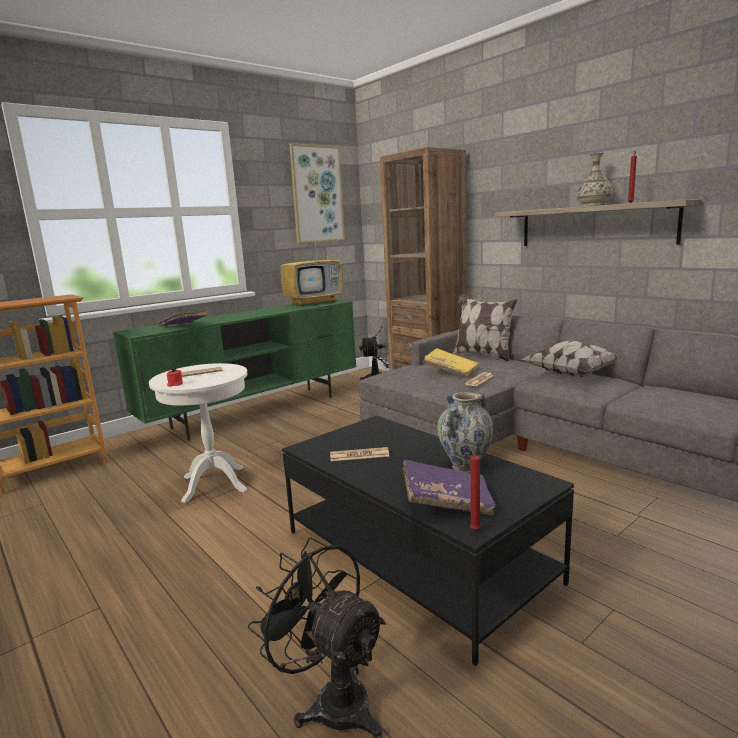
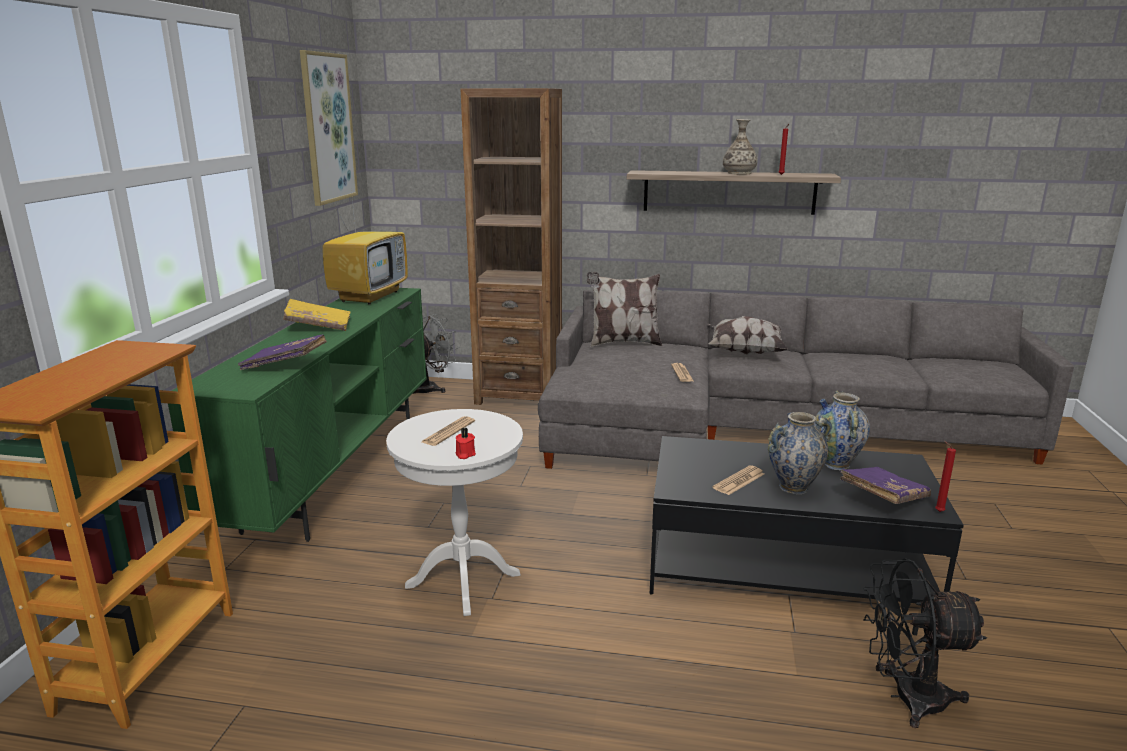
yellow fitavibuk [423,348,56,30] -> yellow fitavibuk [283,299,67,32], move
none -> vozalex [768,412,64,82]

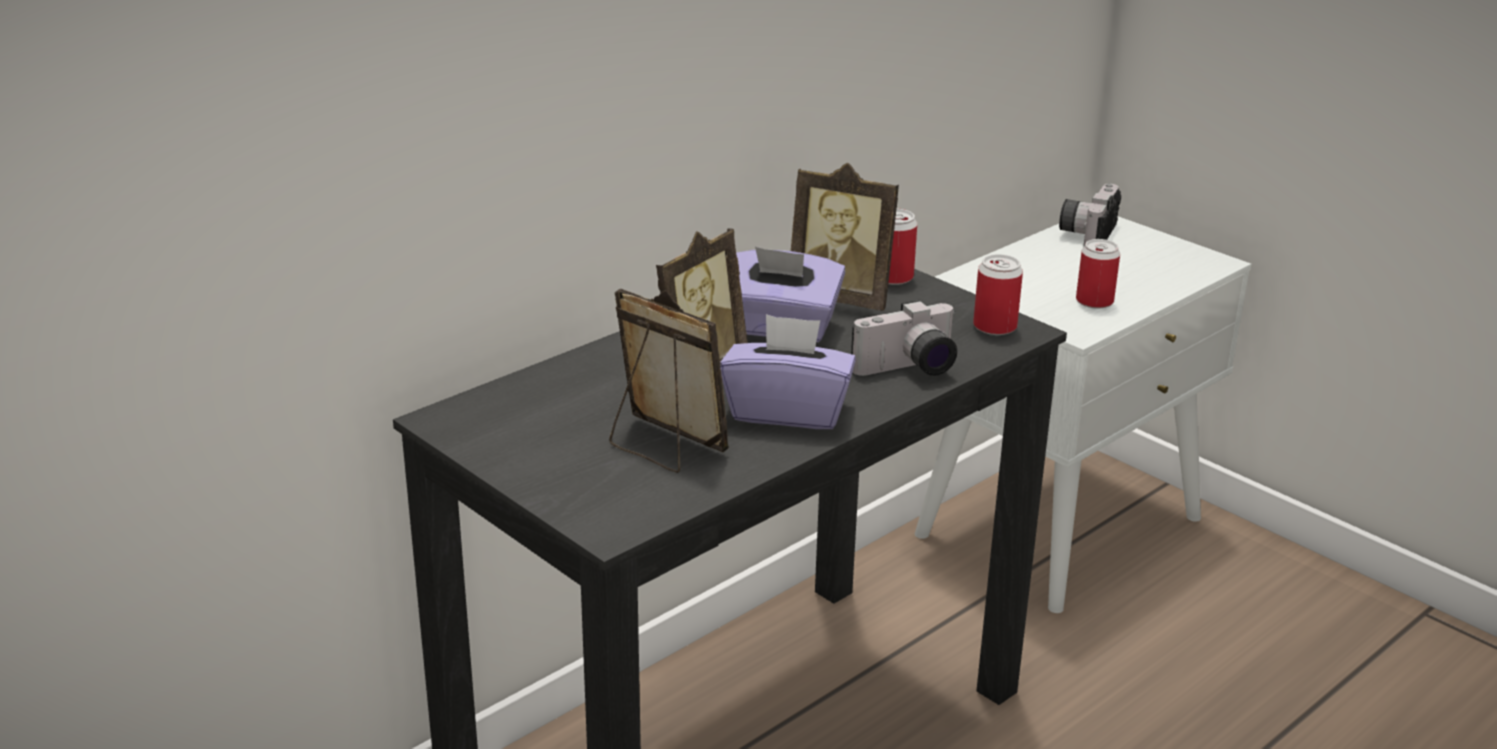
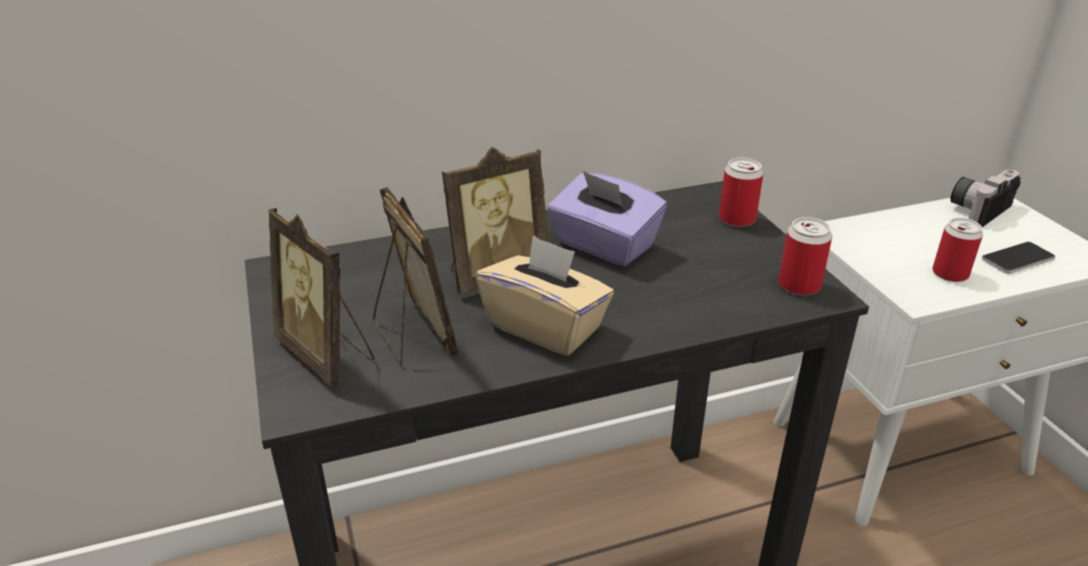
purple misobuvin [720,314,136,115] -> beige misobuvin [476,235,138,121]
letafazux [791,163,108,148] -> letafazux [268,208,106,179], move
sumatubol [851,300,106,76] -> none
none -> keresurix [982,242,73,32]

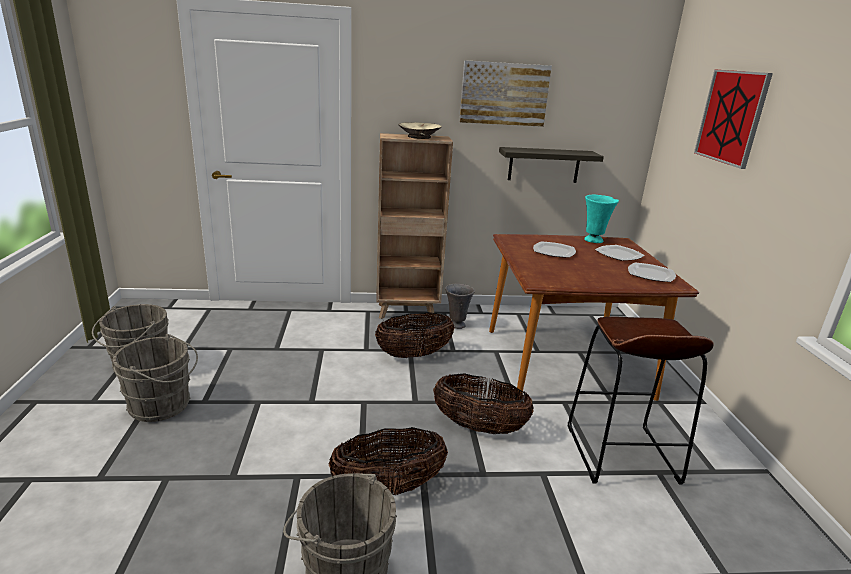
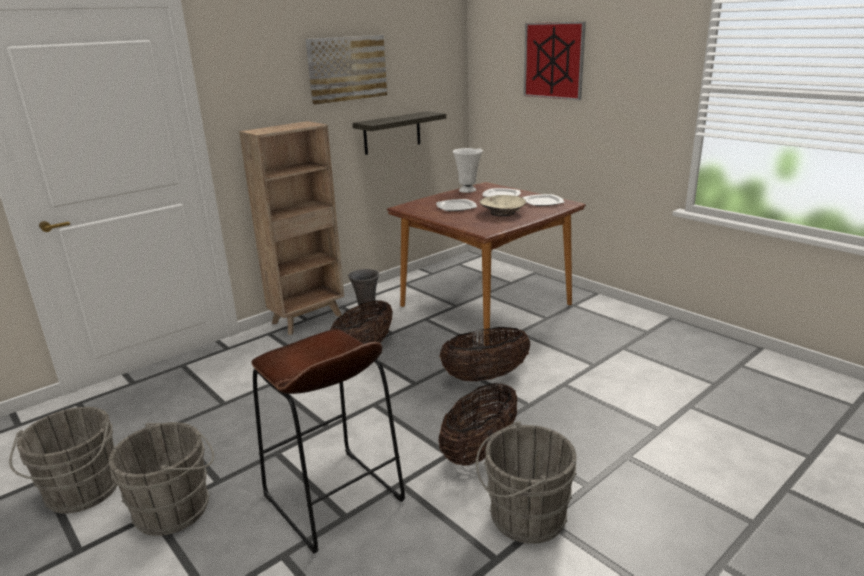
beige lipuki [398,122,44,17] -> beige lipuki [480,195,46,22], move
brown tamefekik [568,316,146,169] -> brown tamefekik [252,329,153,224], move
turquoise vozalex [584,195,35,48] -> white vozalex [453,148,30,45]

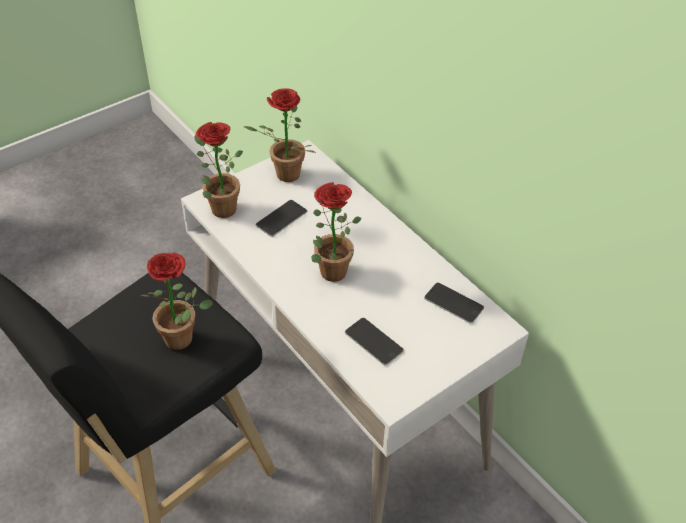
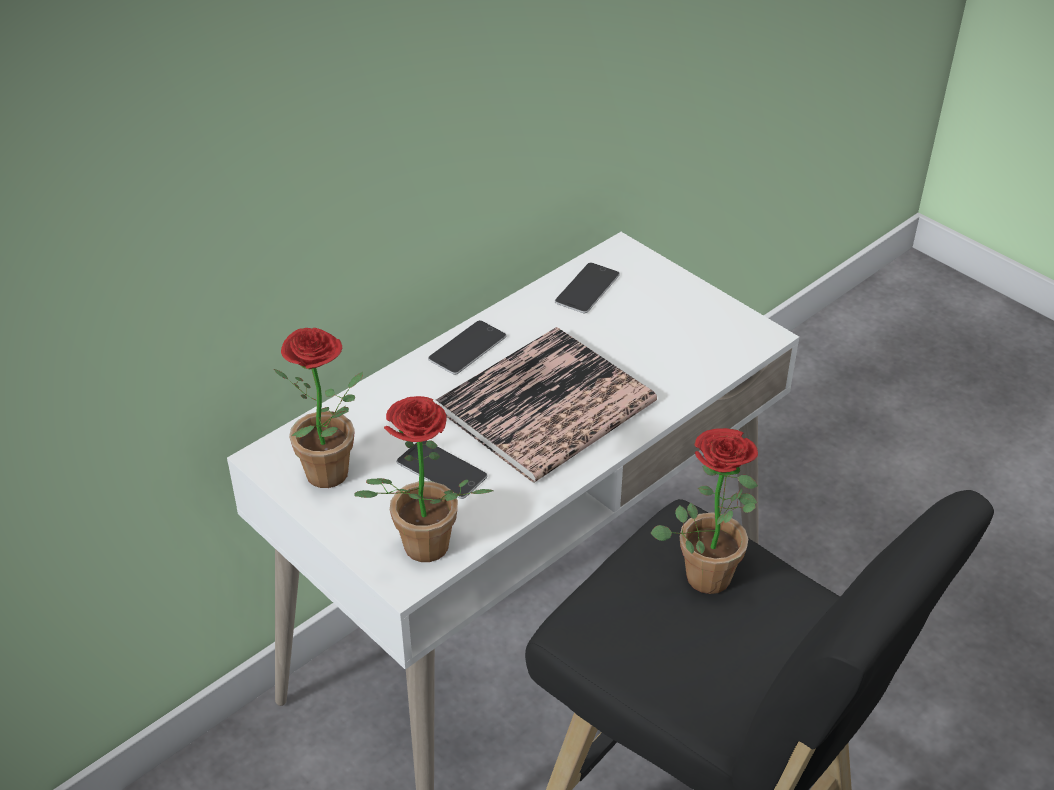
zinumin [311,182,51,100] -> fitavibuk [436,327,221,156]
keresurix [345,318,59,48] -> keresurix [428,320,79,55], move

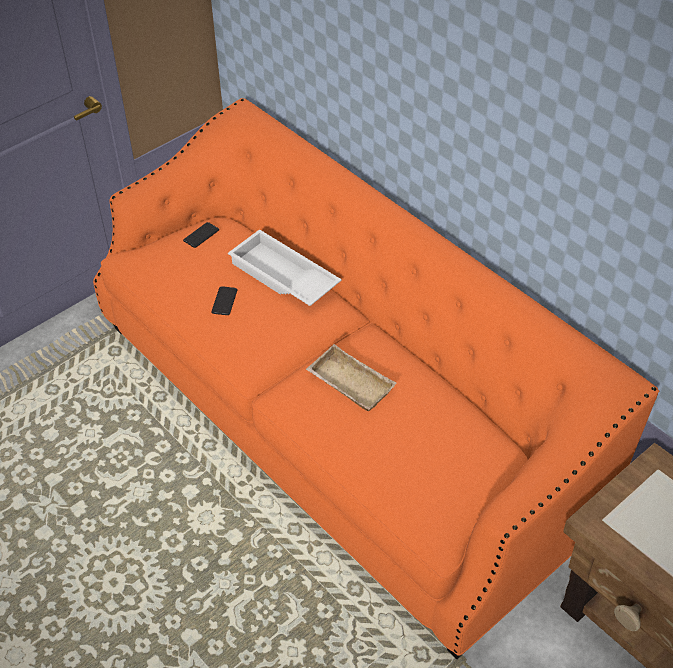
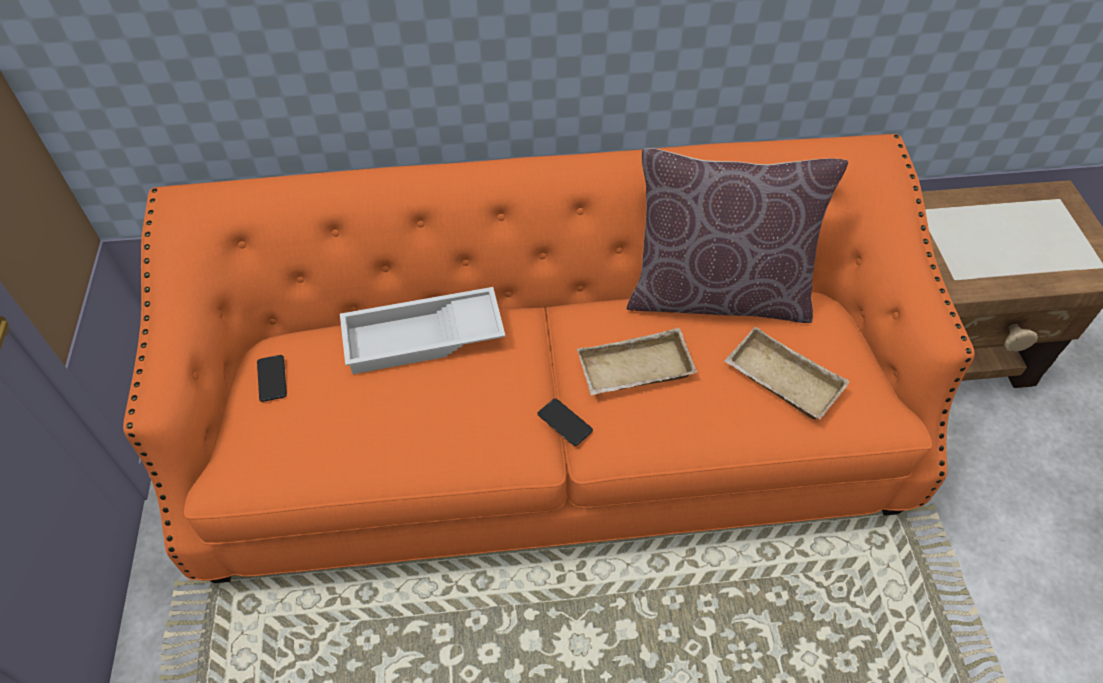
keresurix [211,286,27,29] -> keresurix [537,398,56,48], move
none -> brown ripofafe [627,148,221,175]
none -> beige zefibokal [724,326,126,94]

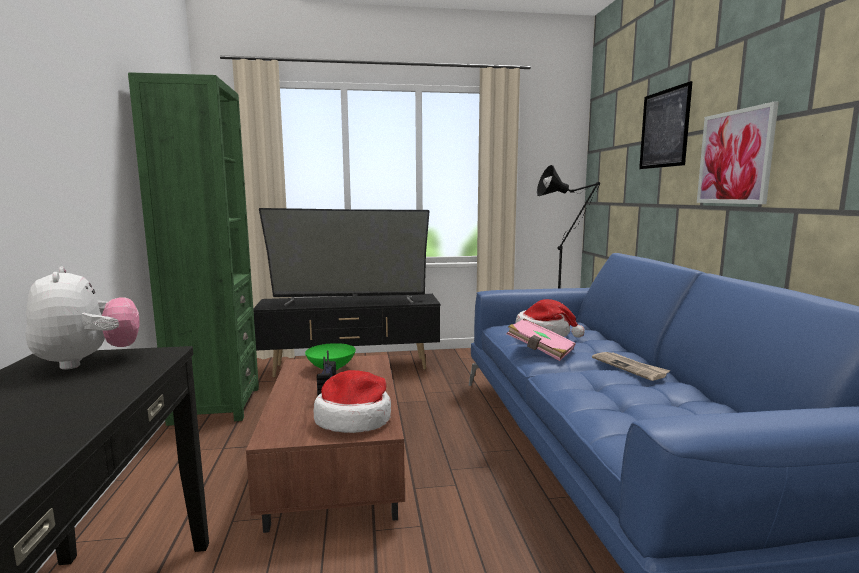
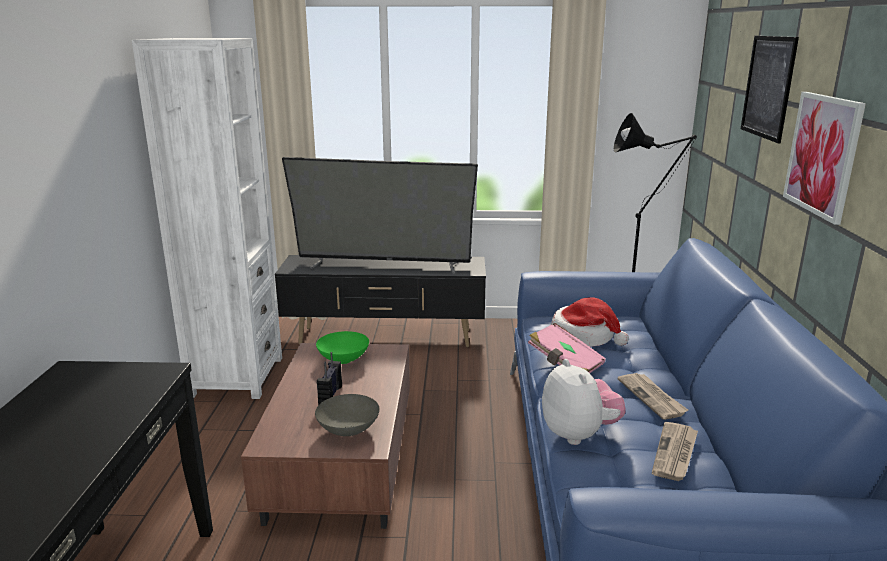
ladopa [26,267,114,103] -> ladopa [542,359,84,86], move
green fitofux [128,72,131,354] -> white fitofux [132,38,150,361]
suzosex [314,370,77,63] -> grey lipuki [315,394,65,42]
none -> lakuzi [652,422,46,59]

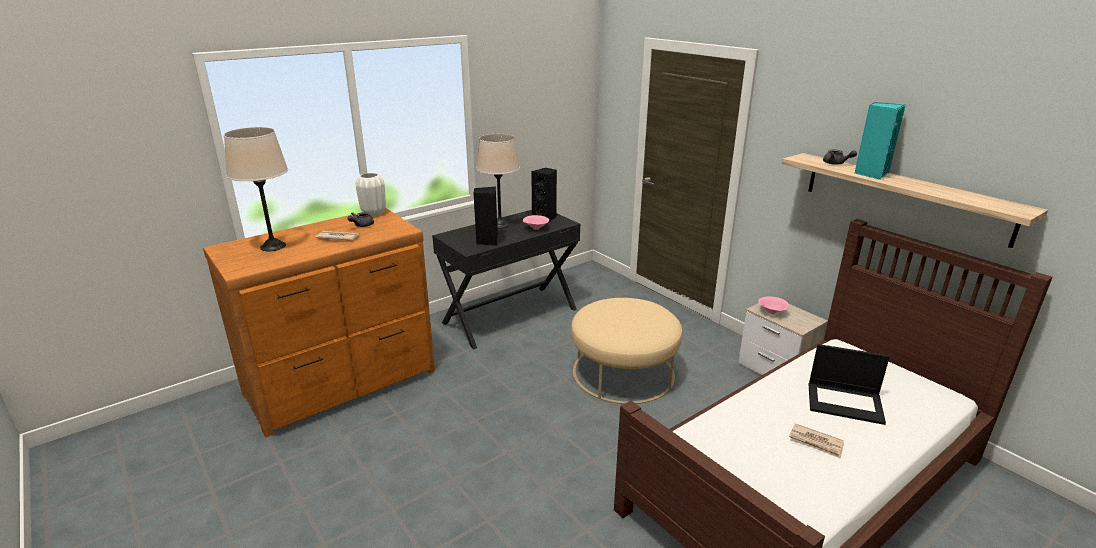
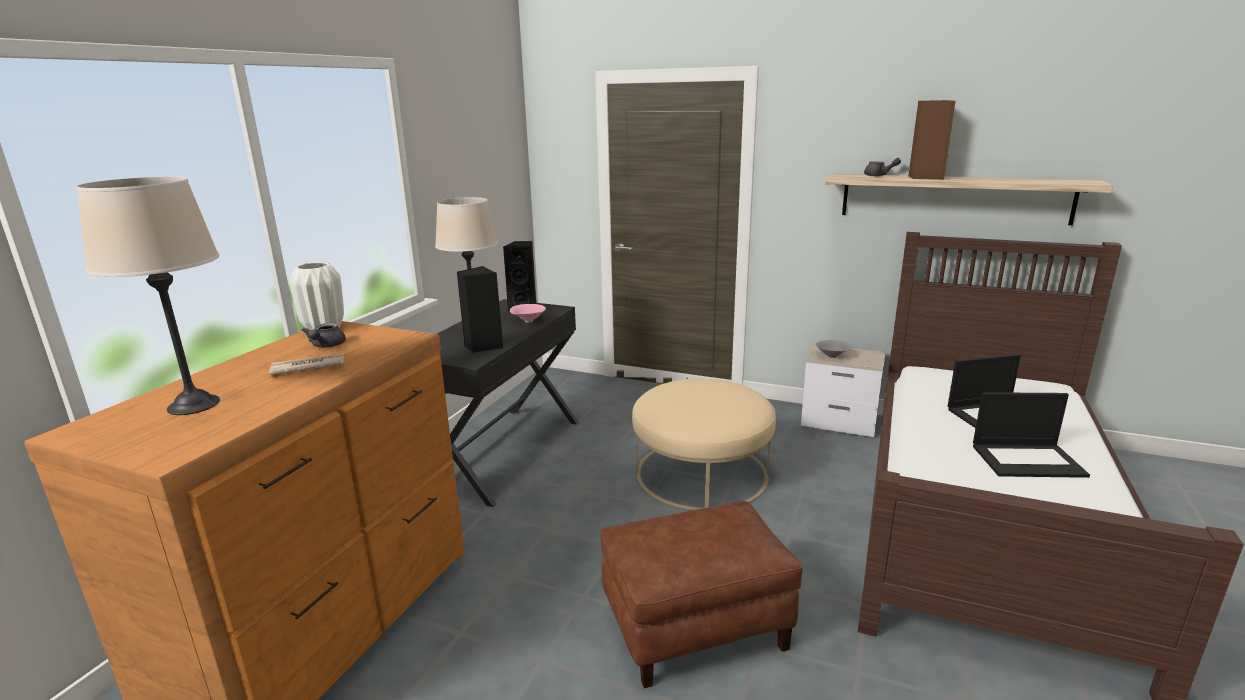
pink lipuki [758,296,31,18] -> grey lipuki [816,340,35,18]
lakuzi [789,423,55,36] -> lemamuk [973,392,117,86]
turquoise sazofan [854,102,52,78] -> brown sazofan [908,100,47,80]
none -> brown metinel [600,501,203,187]

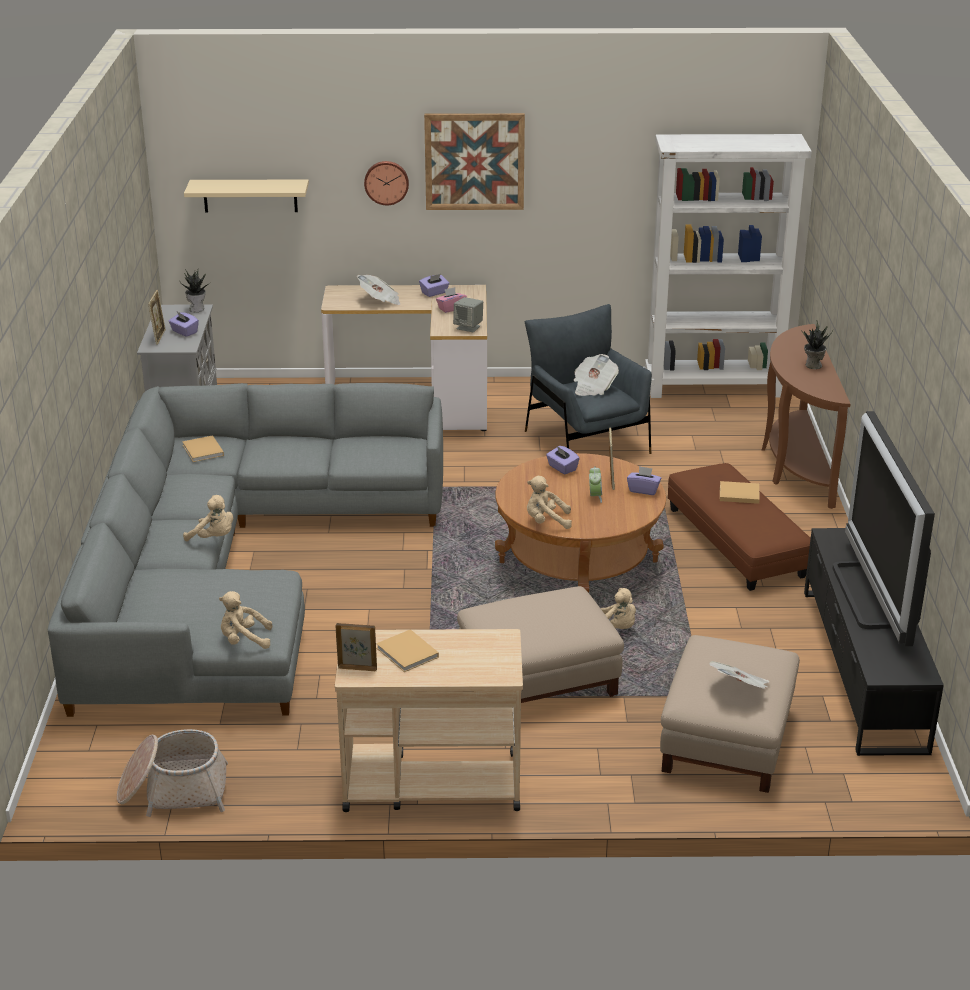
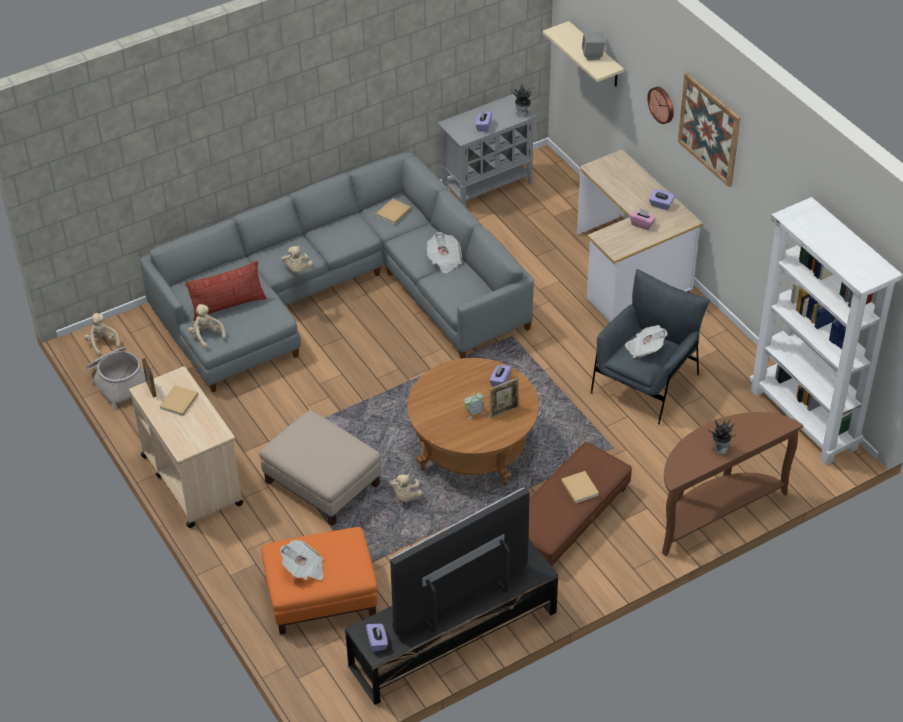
letafazux [148,290,18,55] -> none
lakuzi [357,275,43,30] -> lakuzi [427,232,35,41], move
grey sazofan [453,297,30,36] -> grey sazofan [582,32,23,29], move
beige ladopa [527,476,45,53] -> beige ladopa [84,313,36,43], move
purple misobuvin [627,466,35,29] -> purple misobuvin [366,624,22,28], move
beige metinel [660,635,140,158] -> orange metinel [261,527,117,108]
none -> ripofafe [185,261,82,60]

